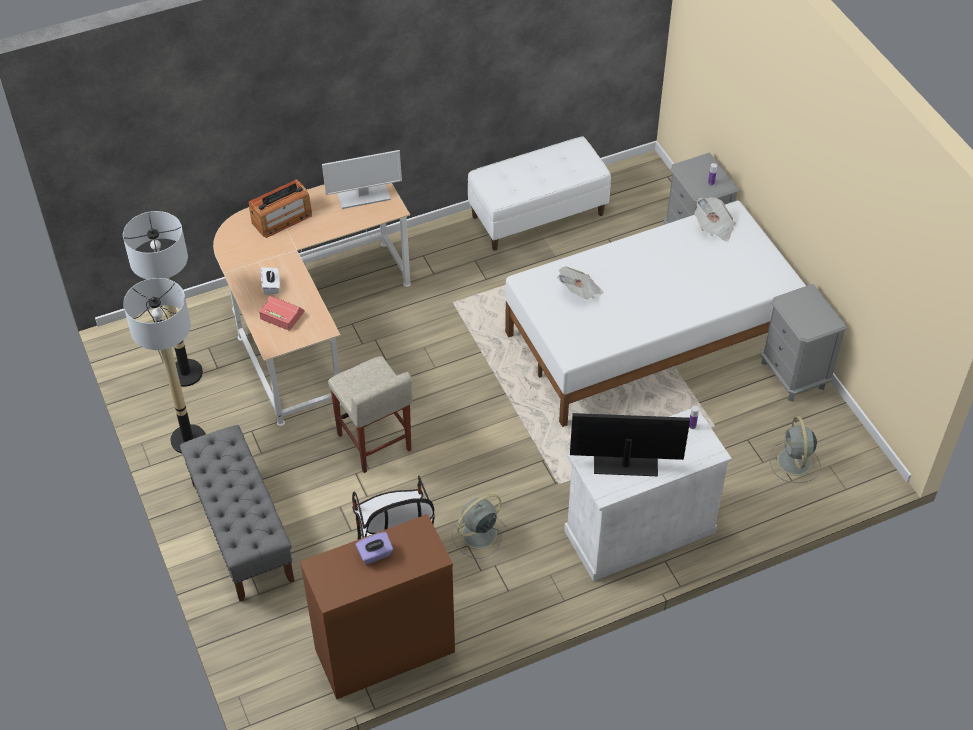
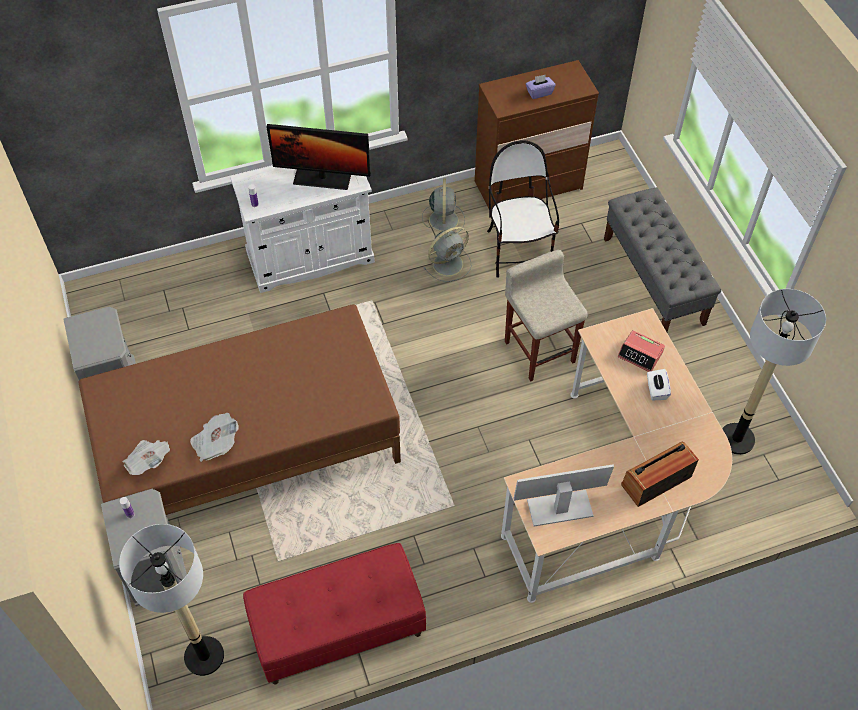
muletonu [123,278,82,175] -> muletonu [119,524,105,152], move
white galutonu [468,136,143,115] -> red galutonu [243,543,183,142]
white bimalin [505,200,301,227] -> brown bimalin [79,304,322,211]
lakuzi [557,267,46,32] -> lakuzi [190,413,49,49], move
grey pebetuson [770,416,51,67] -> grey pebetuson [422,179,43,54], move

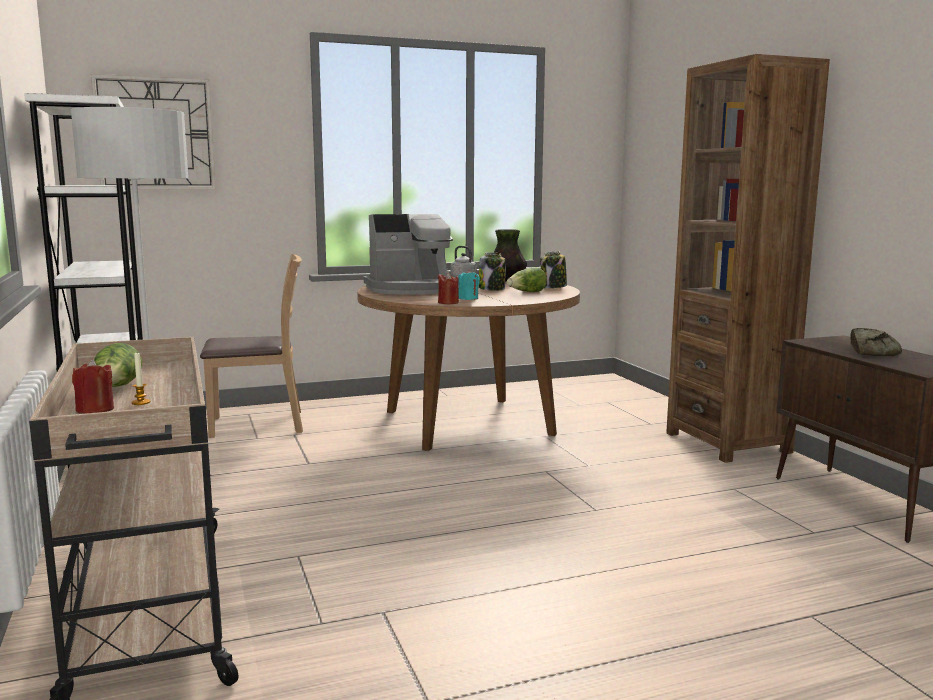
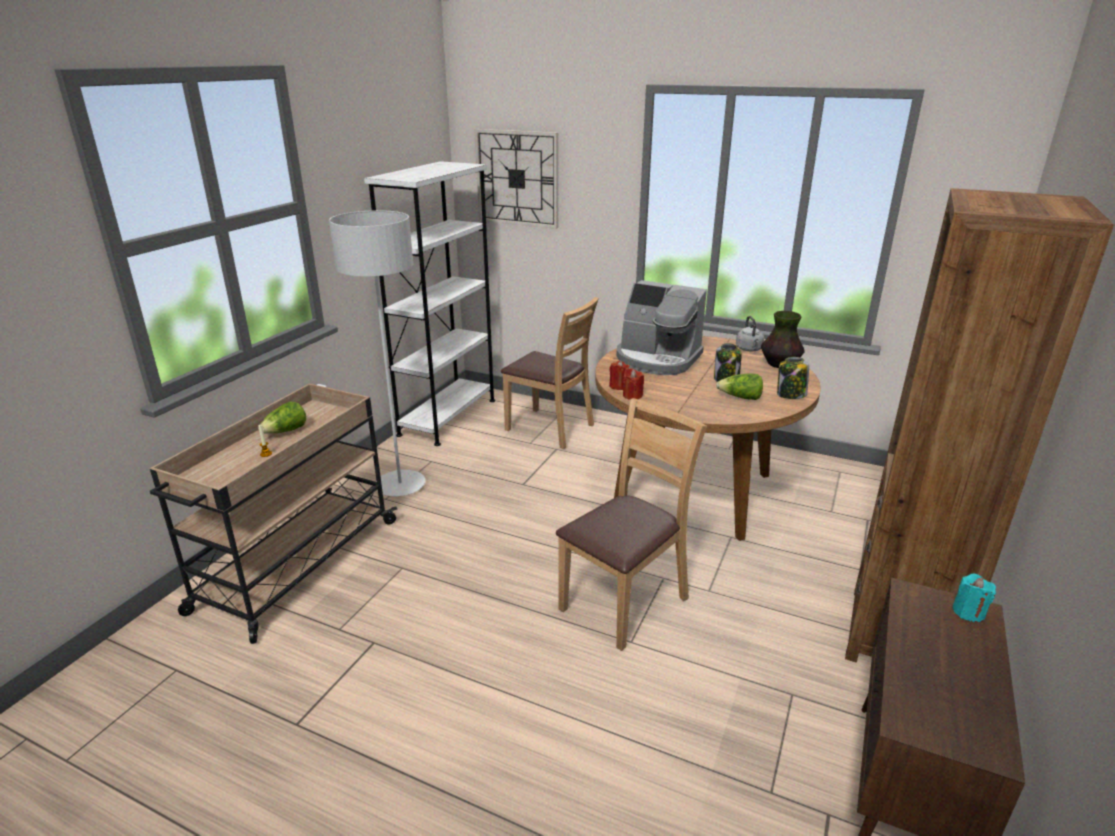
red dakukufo [72,359,42,55] -> red dakukufo [609,361,21,29], move
turquoise dakukufo [458,269,22,31] -> turquoise dakukufo [953,574,43,48], move
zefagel [850,328,52,28] -> none
none -> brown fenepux [556,398,151,253]

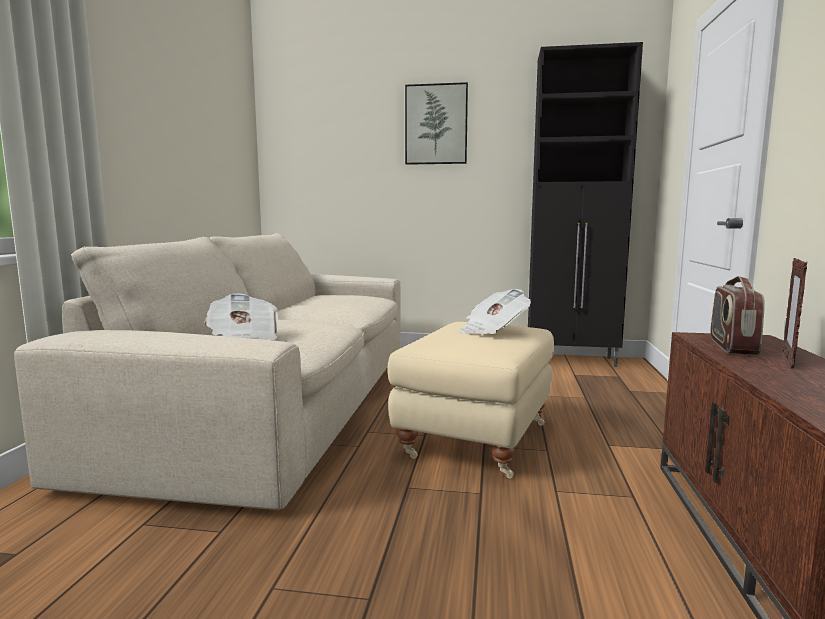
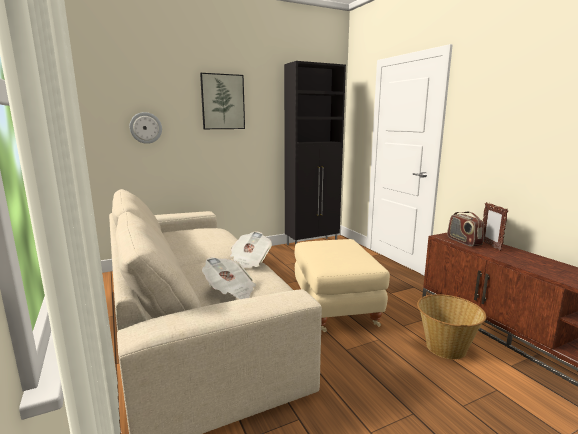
lakuzi [459,289,72,46] -> lakuzi [230,231,42,37], move
none -> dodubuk [130,112,32,32]
none -> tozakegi [417,294,69,66]

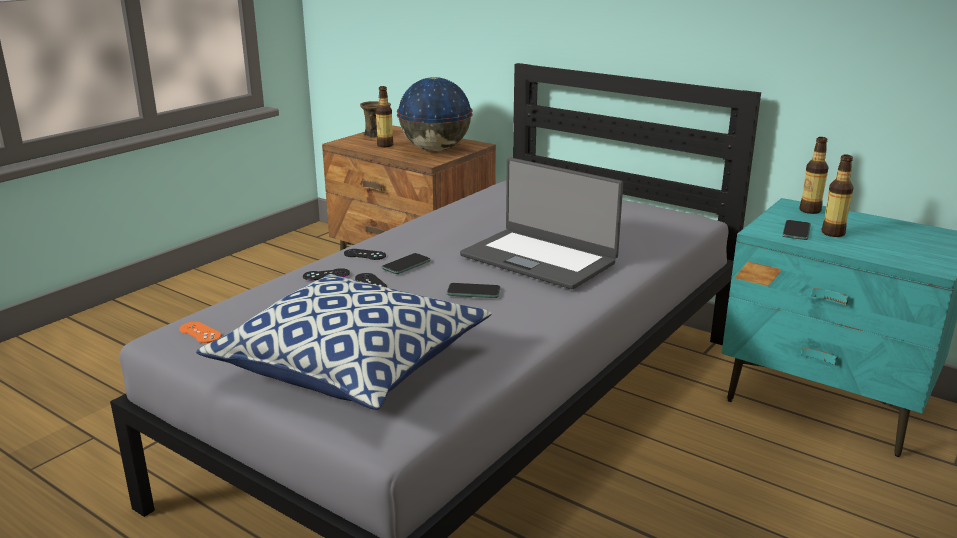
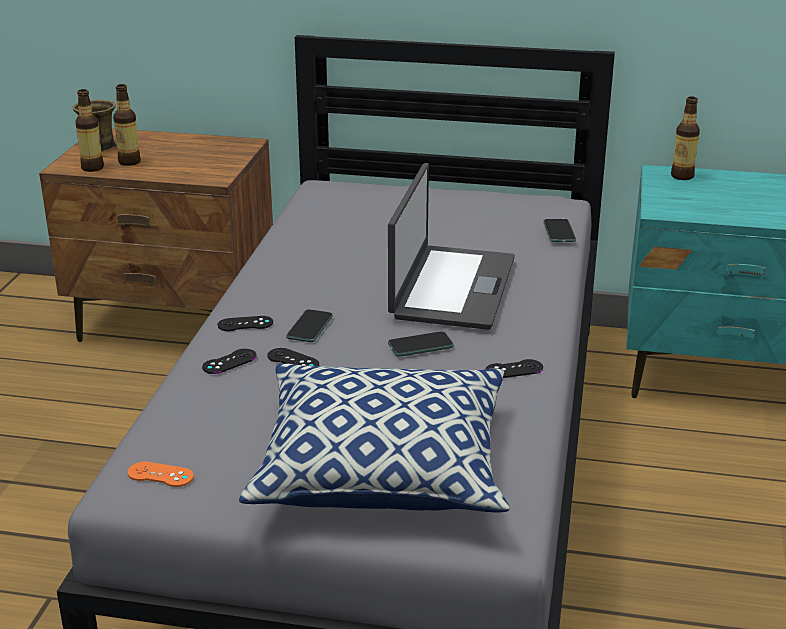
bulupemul [397,77,76,74] -> none
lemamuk [460,158,163,131] -> lemamuk [388,163,127,167], 90 degrees counterclockwise
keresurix [782,220,29,20] -> keresurix [543,219,33,23], move
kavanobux [822,154,32,83] -> kavanobux [75,89,29,83], move
none -> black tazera [485,359,58,19]

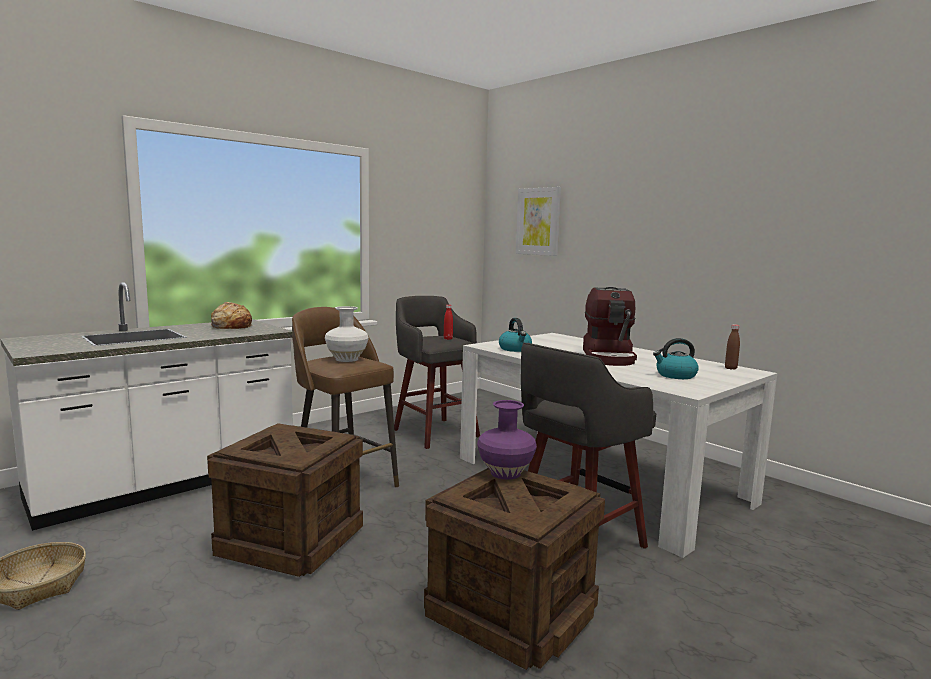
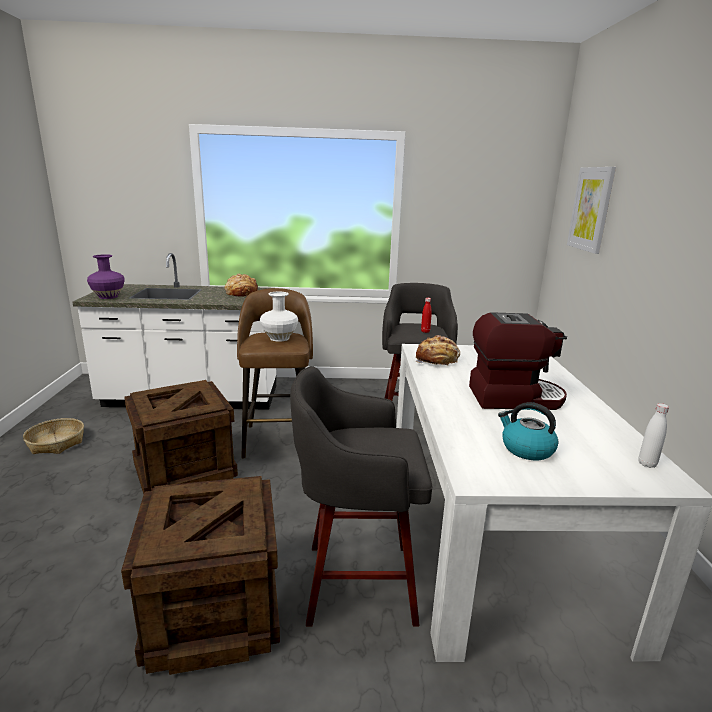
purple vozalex [477,400,60,80] -> purple vozalex [87,254,38,45], move
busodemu [499,318,33,34] -> zefagel [415,335,45,31]
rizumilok [583,287,54,79] -> rizumilok [469,312,98,98], 135 degrees counterclockwise
brown kavanobux [725,324,15,46] -> white kavanobux [638,403,31,65]

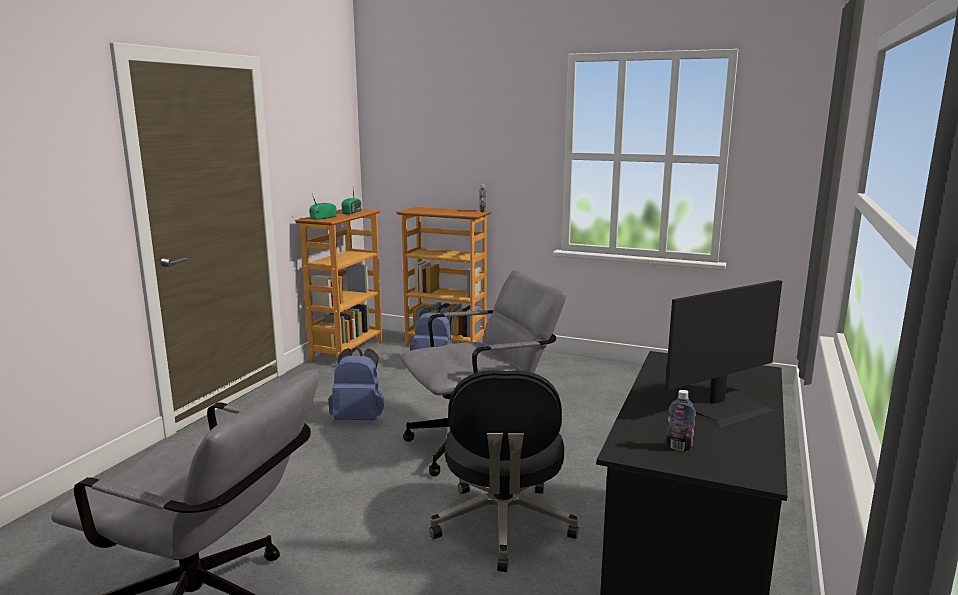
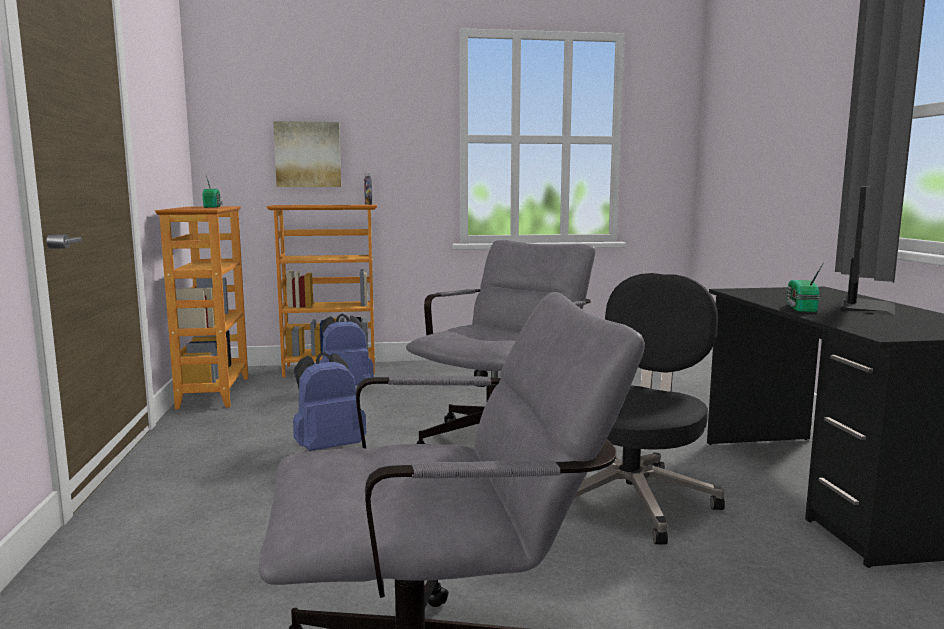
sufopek [309,194,28,26] -> sufopek [787,262,37,50], move
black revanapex [429,370,150,202] -> black revanapex [574,273,151,271], 120 degrees counterclockwise
kavanobux [666,390,30,61] -> none
none -> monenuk [273,121,68,66]

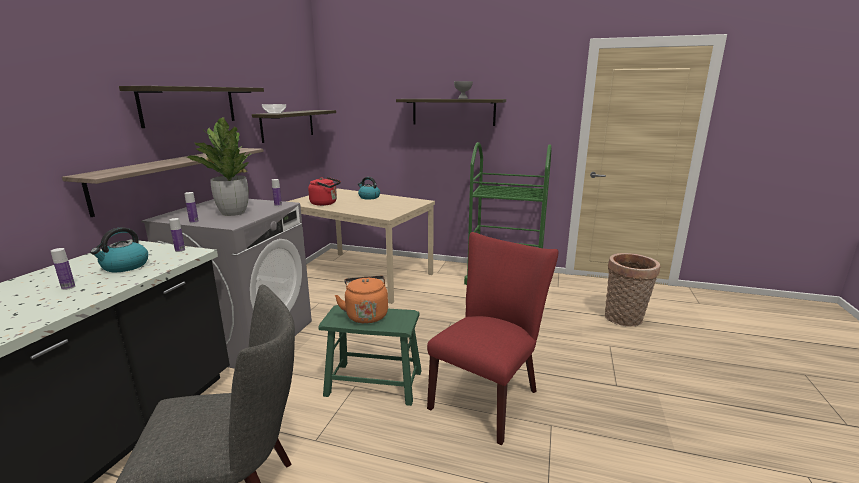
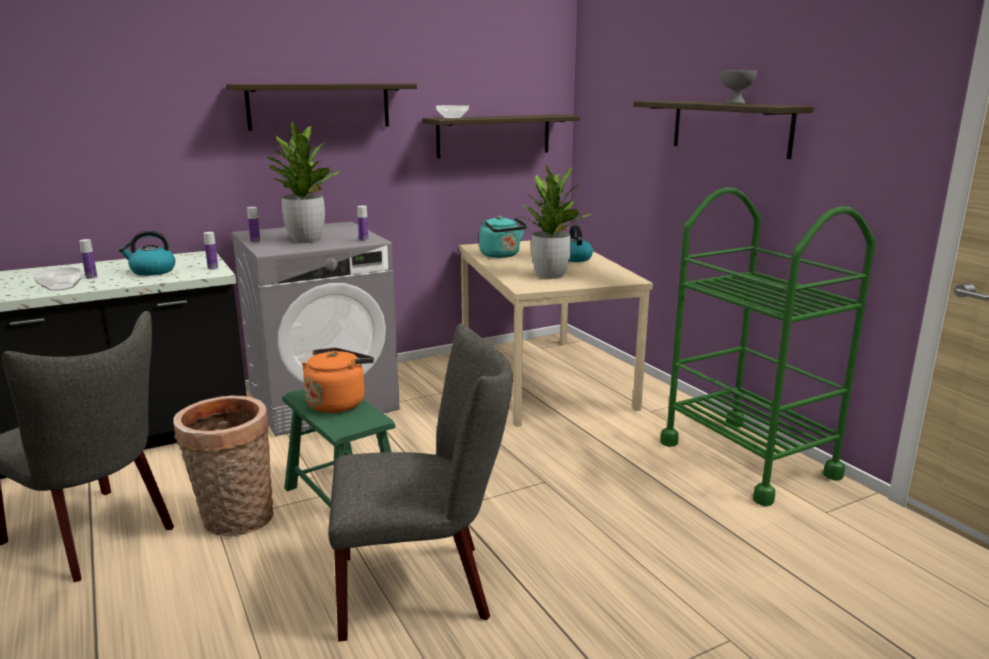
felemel [62,148,202,69] -> none
red busodemu [308,177,33,29] -> turquoise busodemu [479,216,48,42]
red fenepux [427,232,131,213] -> grey fenepux [328,324,185,318]
tozakegi [605,253,56,74] -> tozakegi [173,396,100,141], move
none -> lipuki [33,267,50,24]
none -> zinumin [519,165,72,114]

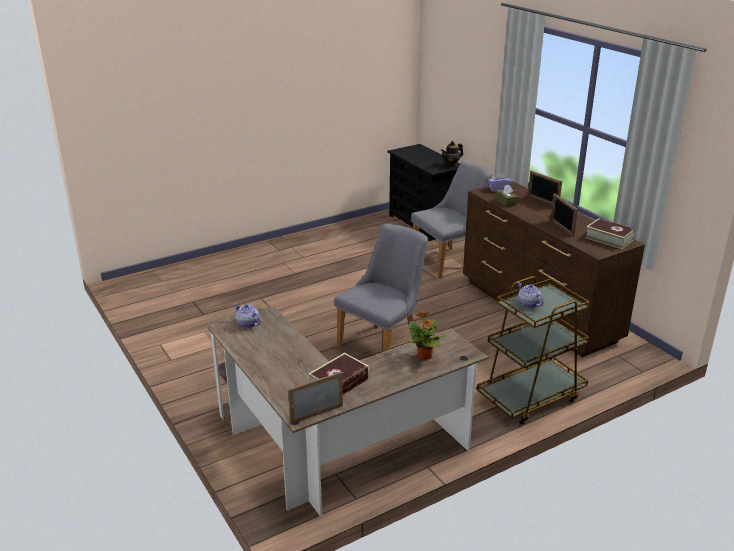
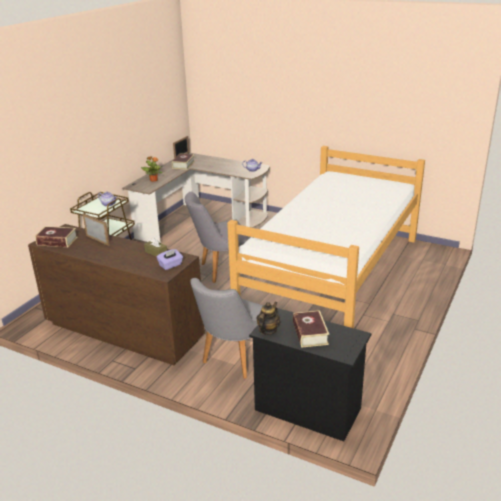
grey fenepux [334,224,94,128] -> grey fenepux [185,192,65,91], 60 degrees clockwise
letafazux [528,171,34,34] -> none
none -> bimalin [227,146,198,182]
none -> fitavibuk [293,310,36,38]

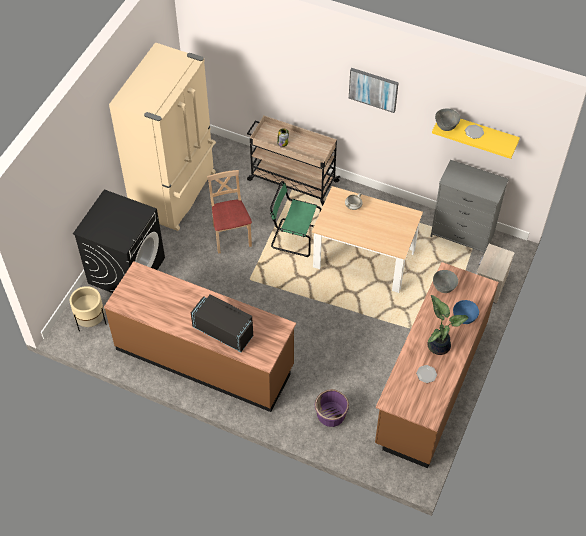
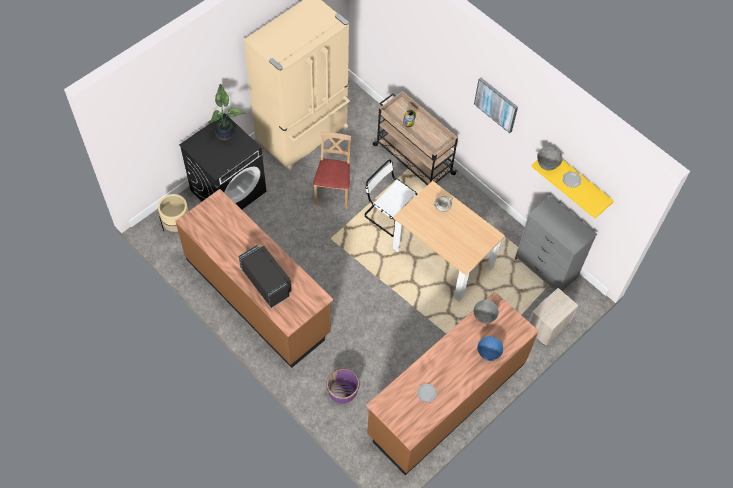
green fenepux [270,181,51,76] -> white fenepux [364,159,53,78]
zinumin [428,295,40,60] -> zinumin [208,84,37,57], move

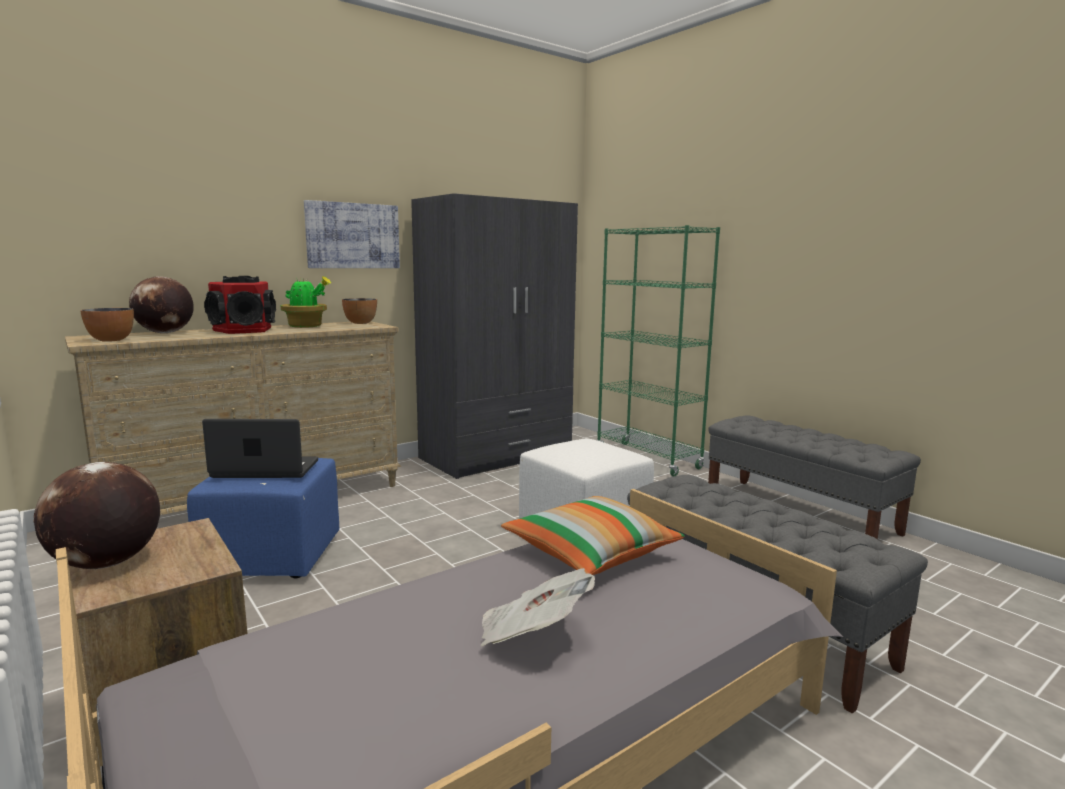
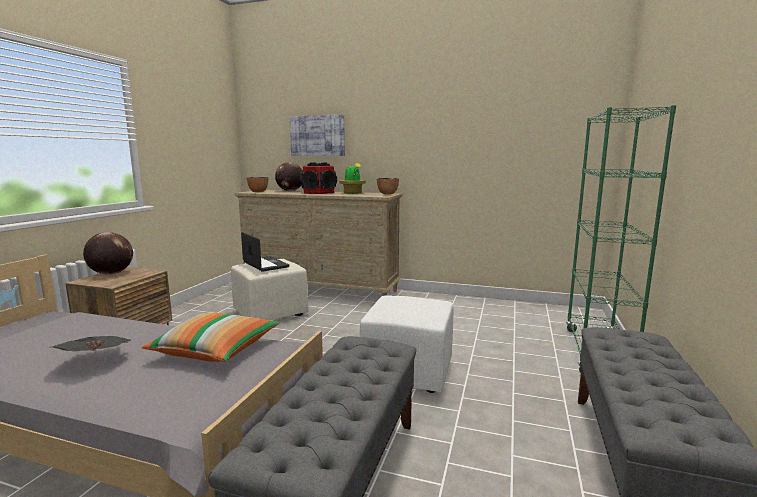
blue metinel [187,458,152,120] -> beige metinel [231,259,77,61]
monenuk [304,200,96,68] -> monenuk [290,115,55,41], move
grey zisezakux [411,193,167,286] -> none

